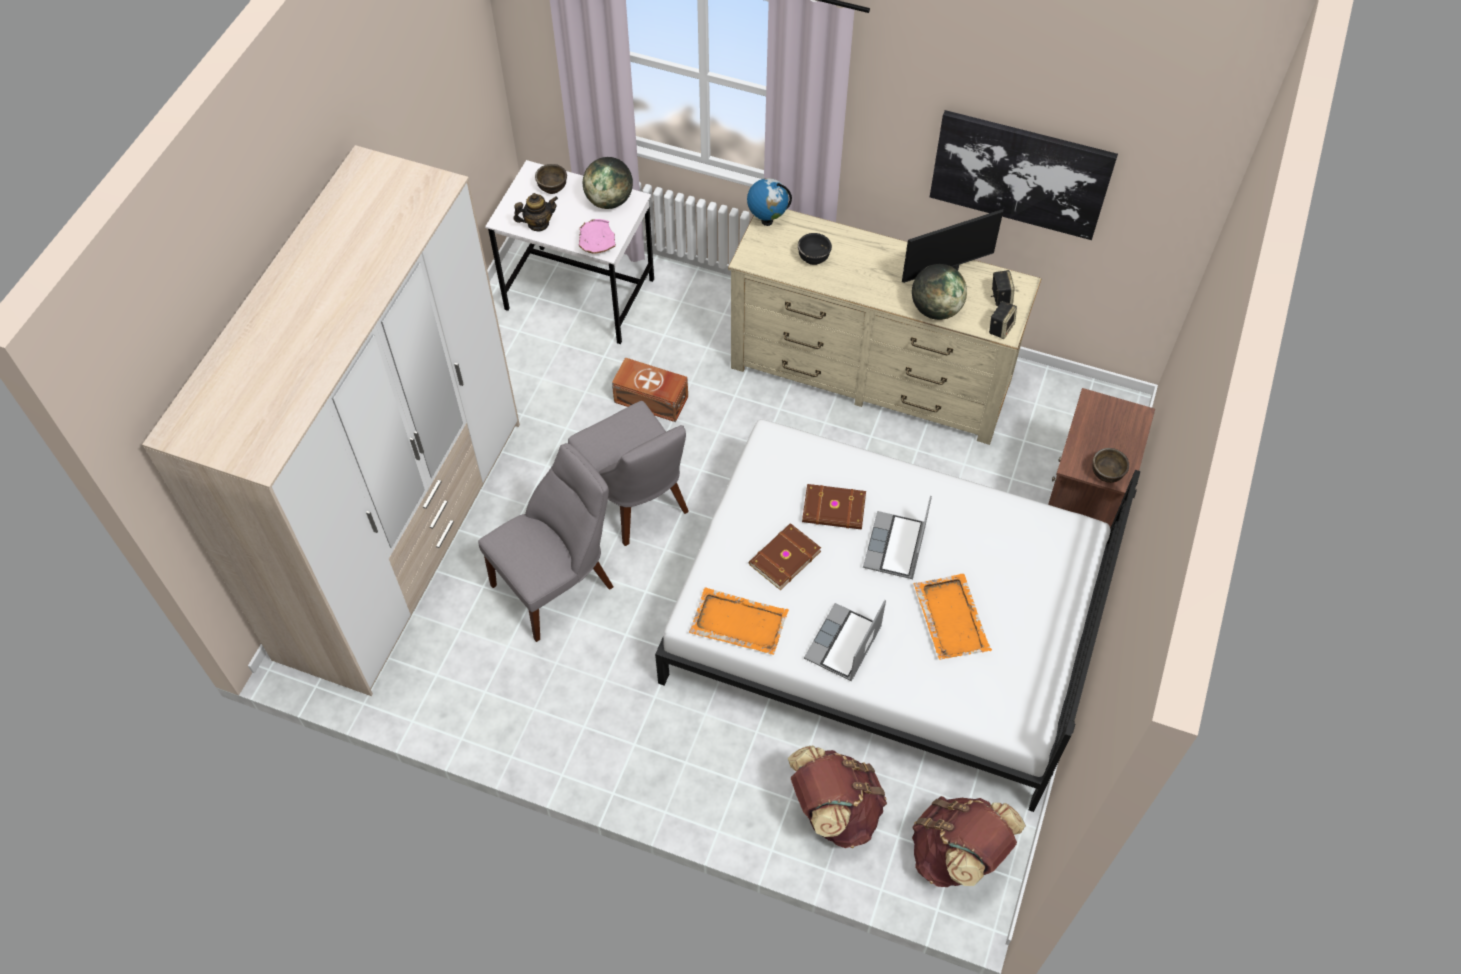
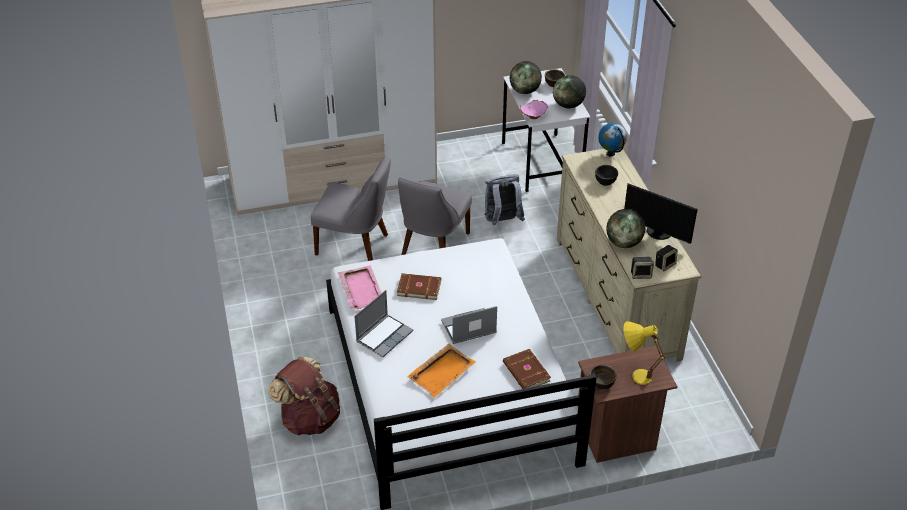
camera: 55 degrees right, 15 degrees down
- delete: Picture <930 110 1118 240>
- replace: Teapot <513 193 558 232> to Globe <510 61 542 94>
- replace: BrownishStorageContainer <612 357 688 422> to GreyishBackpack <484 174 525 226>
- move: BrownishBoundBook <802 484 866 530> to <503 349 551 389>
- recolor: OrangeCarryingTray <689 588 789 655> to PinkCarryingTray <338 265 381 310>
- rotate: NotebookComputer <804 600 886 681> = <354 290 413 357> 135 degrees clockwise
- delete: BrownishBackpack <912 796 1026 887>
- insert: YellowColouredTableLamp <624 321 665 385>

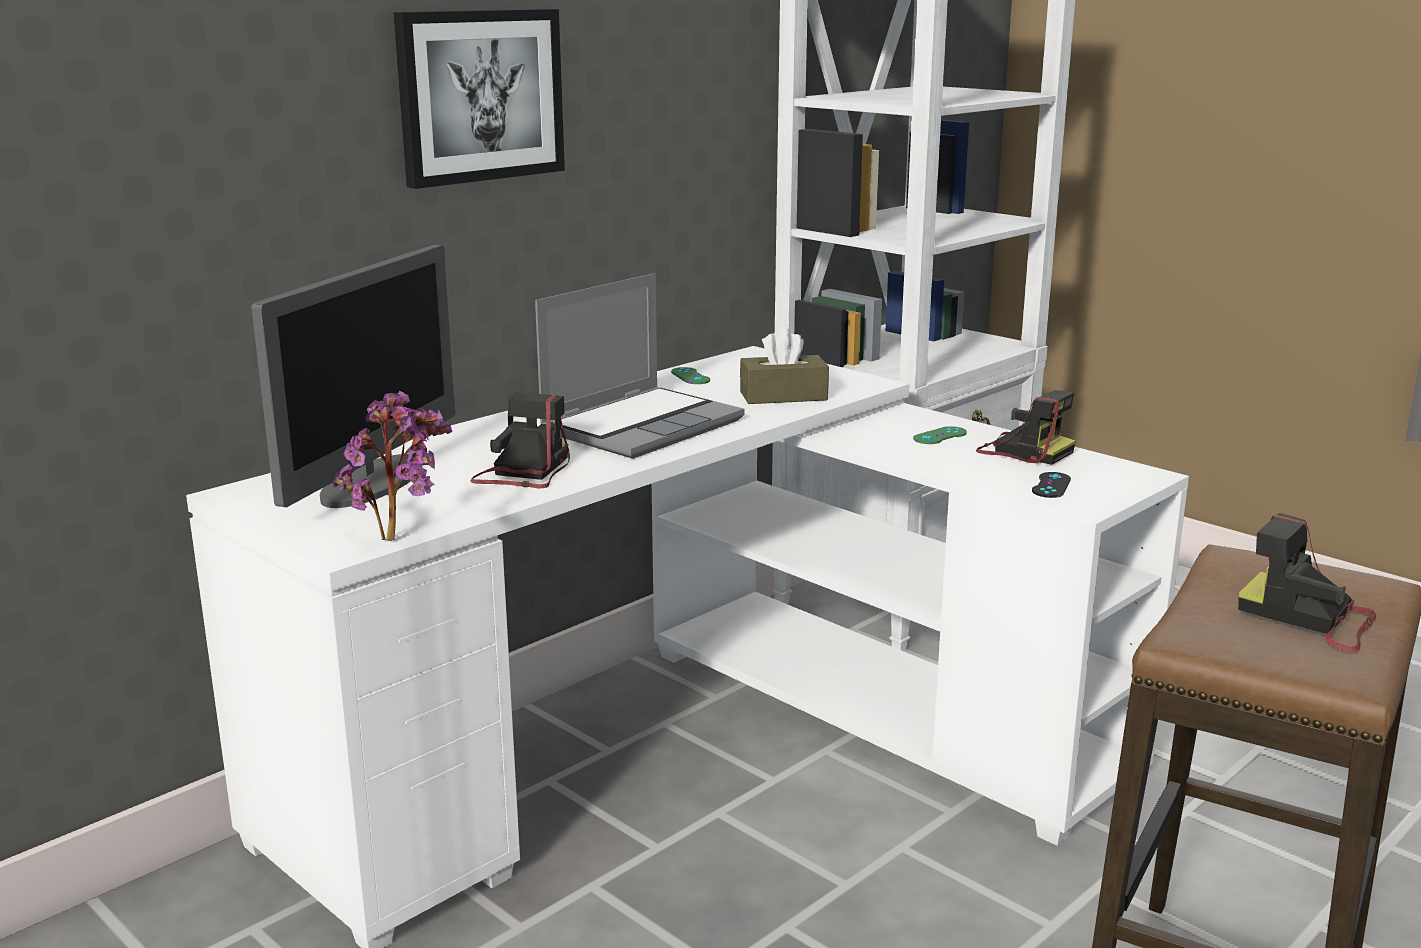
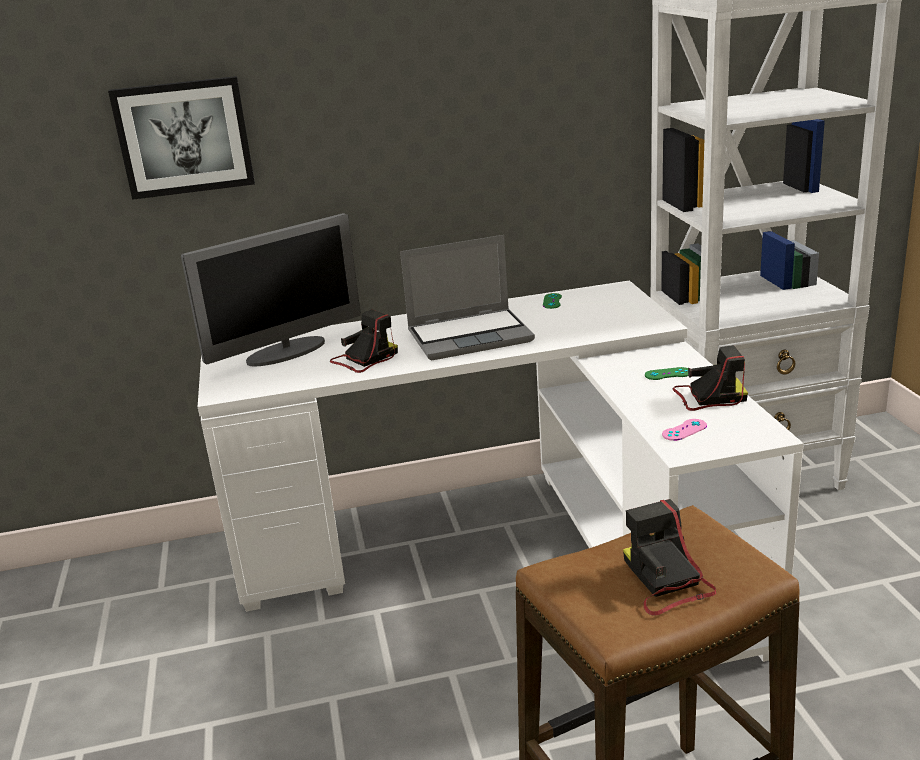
camera: 35 degrees right, 5 degrees up
- move: Picture <394 9 565 189> to <108 76 255 200>
- delete: BrownishTissueBox <740 327 829 404>
- rotate: PhotoCamera <976 390 1076 465> = <673 345 748 411> 75 degrees counterclockwise
- delete: PottedPlant <333 391 452 541>
- recolor: BlackishGamepad <1032 472 1071 498> to PinkGamepad <662 419 707 441>

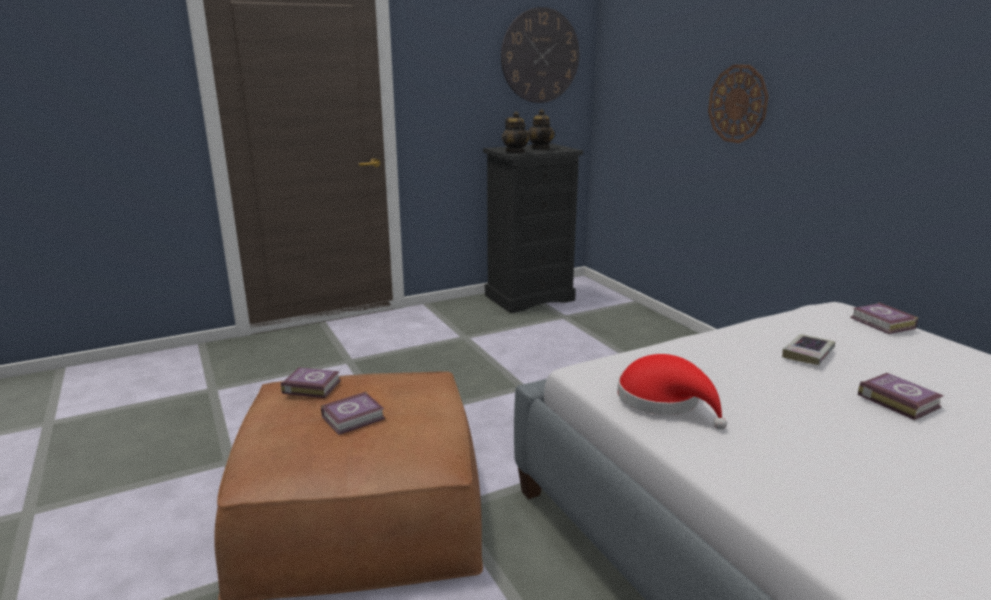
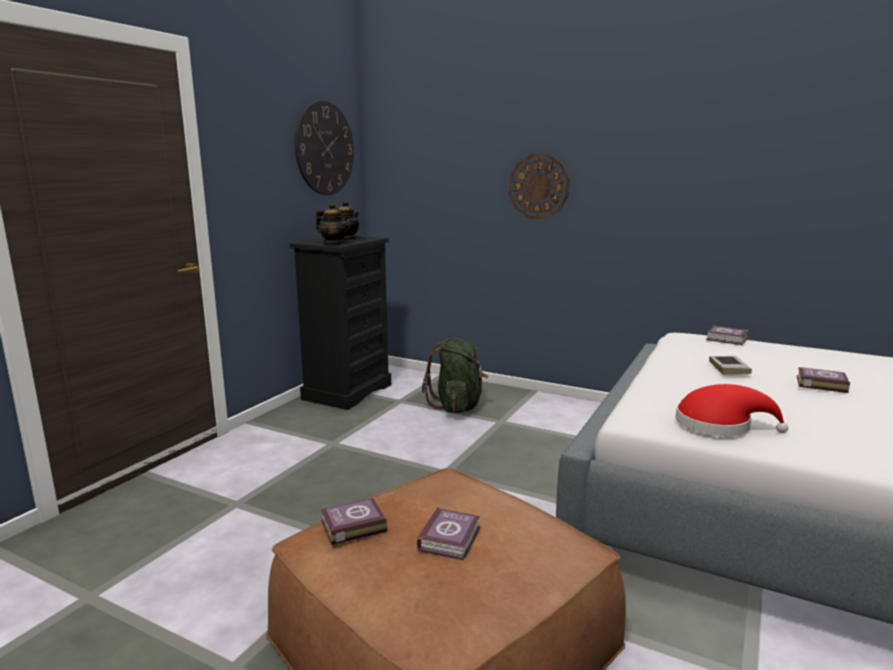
camera: 35 degrees left, 5 degrees down
- insert: GreenishBackpack <422 338 488 413>

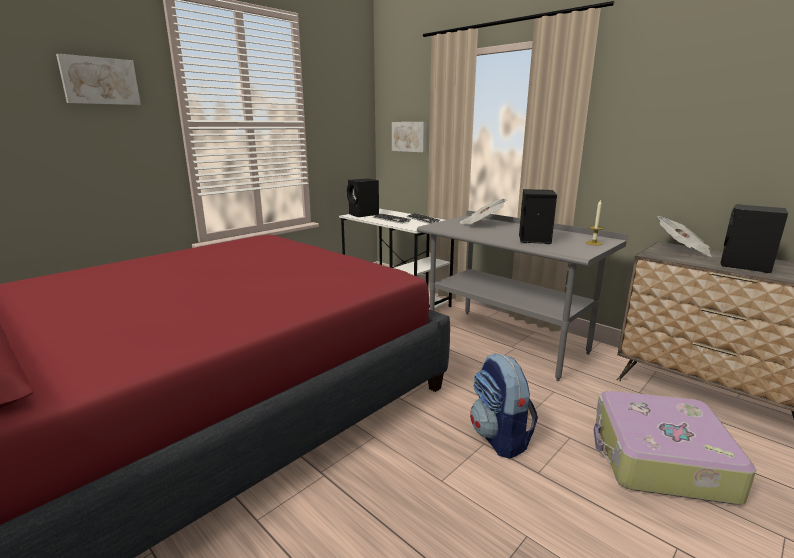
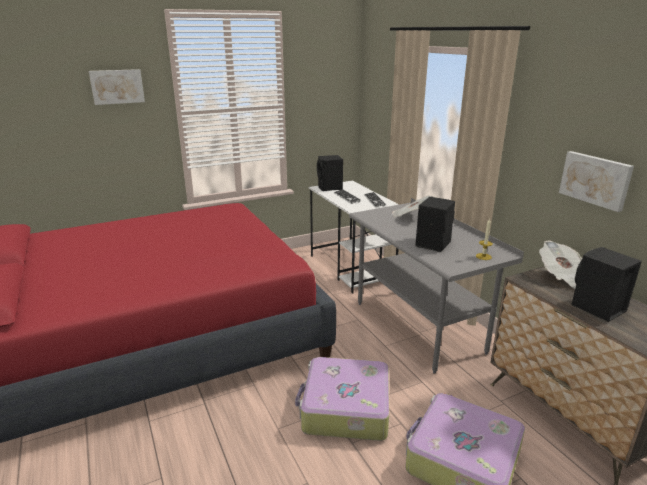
camera: 20 degrees right, 5 degrees up
- move: Picture <392 122 426 152> to <559 151 634 212>
- replace: Backpack <470 353 538 459> to PieceOfLuggage <295 357 389 441>

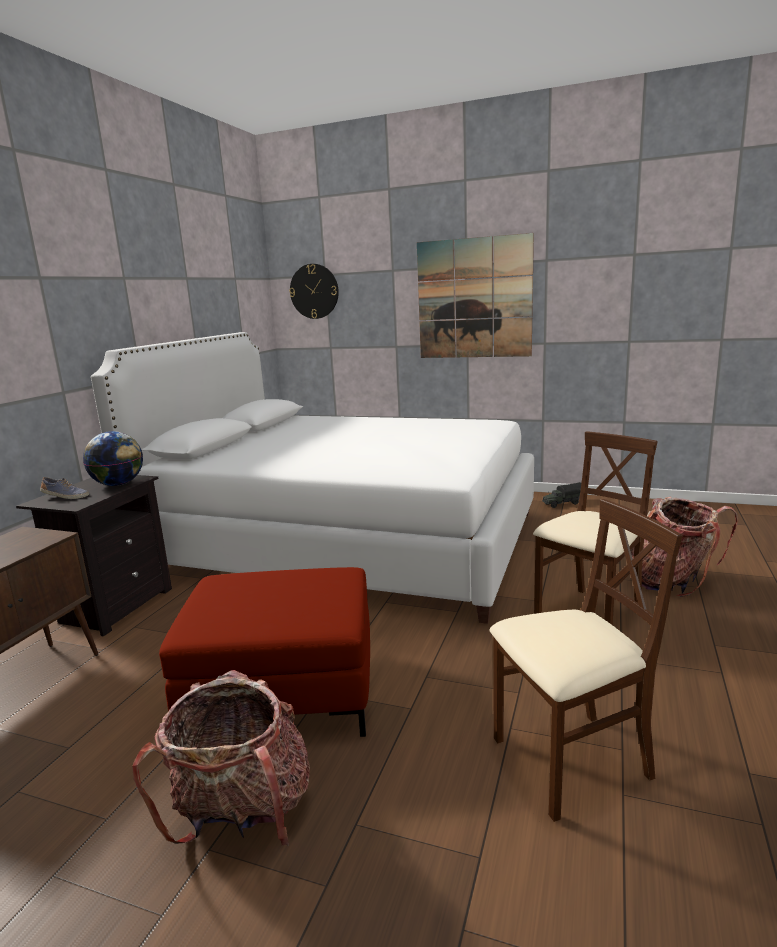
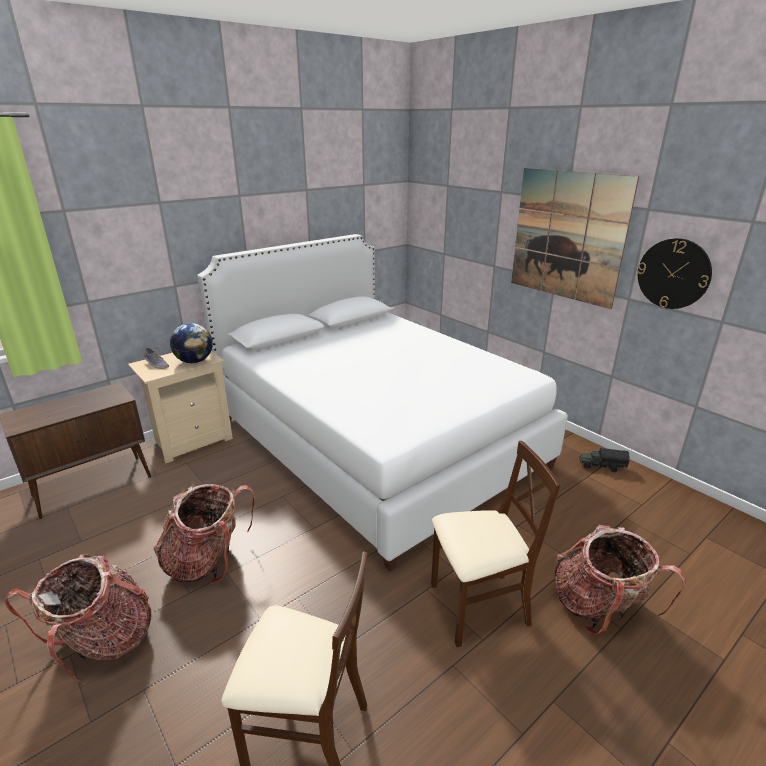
camera: 30 degrees right, 10 degrees up
- move: WallClock <289 264 339 319> to <637 238 712 309>
- recolor: BlackishBedsideTable <16 475 172 637> to SandColouredBedsideTable <128 351 233 463>
- replace: ReddishPouffe <159 567 370 737> to Backpack <153 484 255 584>

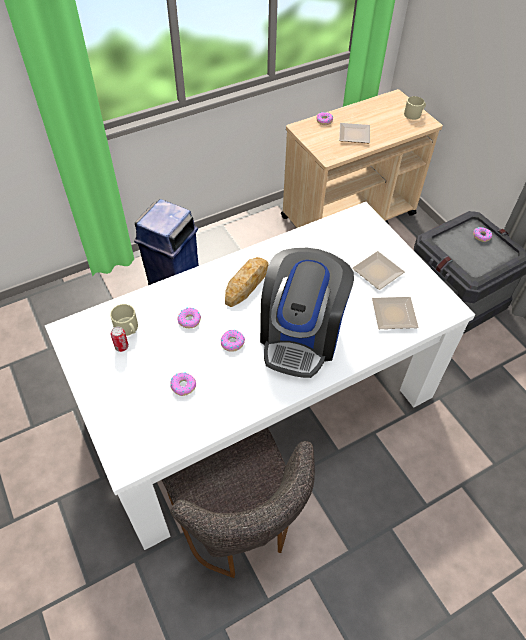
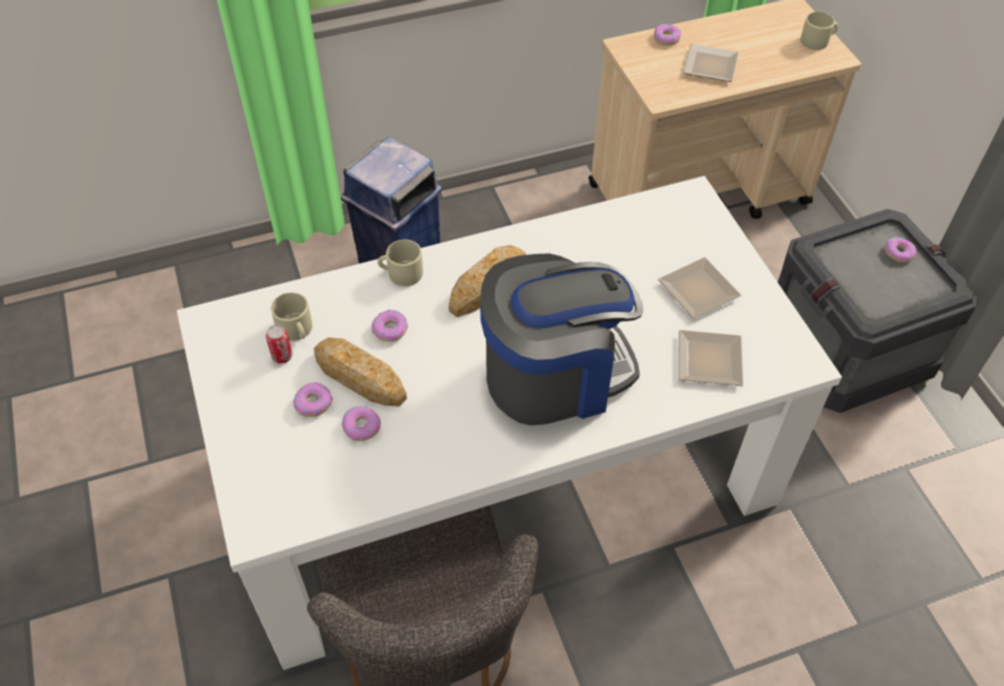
camera: 10 degrees right, 0 degrees up
- rotate: CoffeeMaker <260 248 354 378> = <480 253 643 425> 135 degrees counterclockwise
- move: Donut <221 330 245 352> to <293 383 333 417>
- insert: SandColouredCoffeeMug <378 240 423 286>
- insert: BakedBread <314 337 407 407>

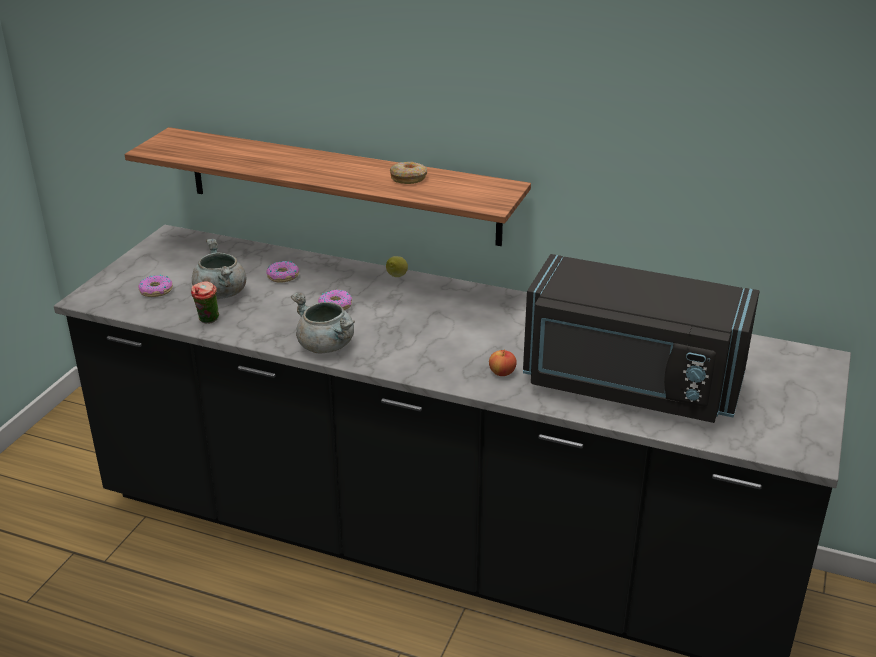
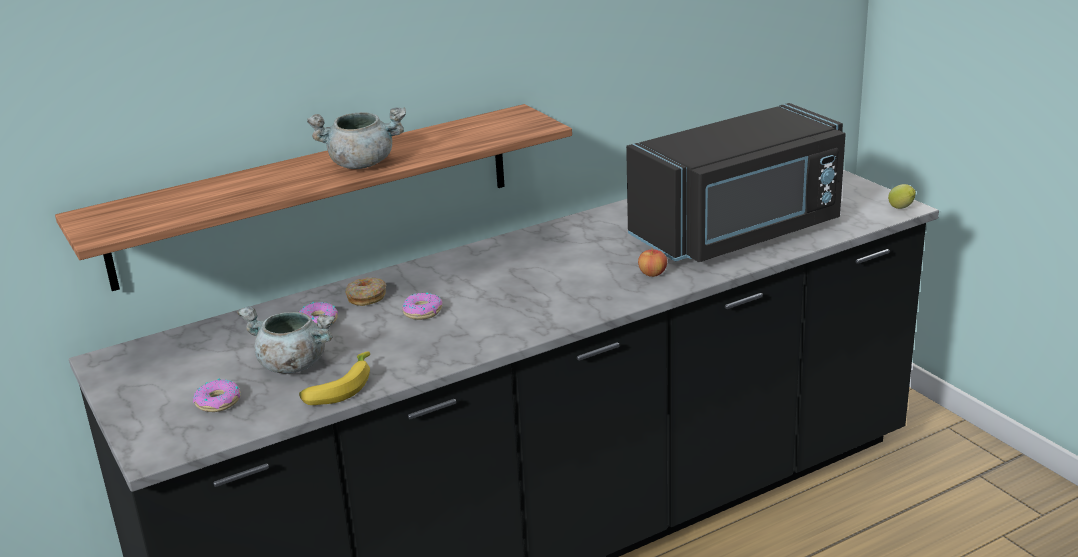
camera: 50 degrees left, 5 degrees down
- move: Donut <390 162 427 184> to <345 277 387 306>
- move: Lemon <386 256 408 277> to <888 184 916 209>
- replace: DrinkingCup <191 281 219 324> to WholeBanana <299 351 370 405>
- move: GreyishSaucepot <291 293 355 353> to <307 107 406 169>

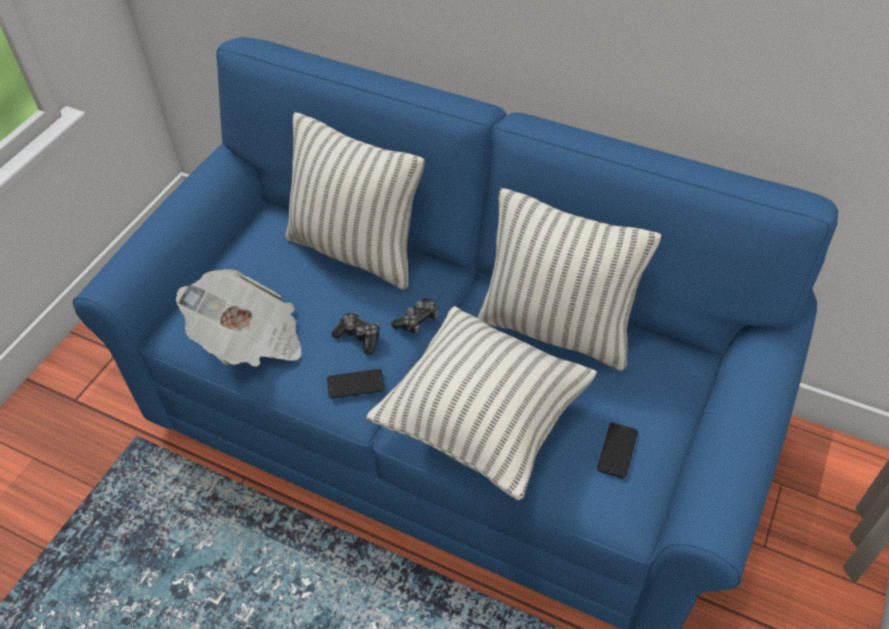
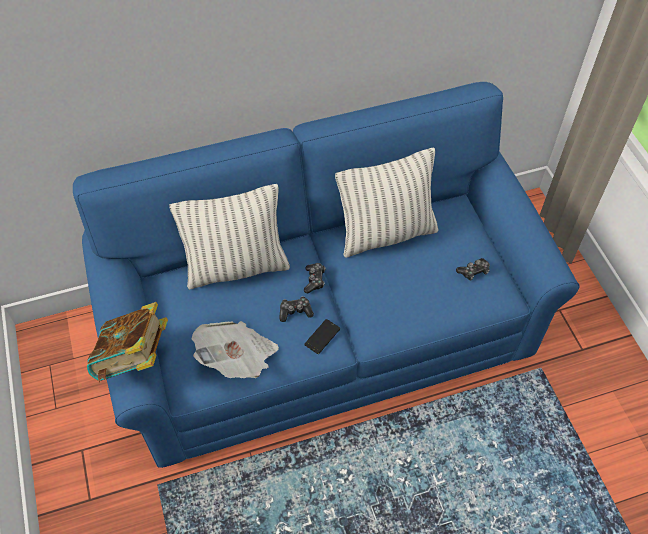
camera: 45 degrees left, 5 degrees up
- delete: ThrowPillow <366 306 597 500>
- replace: Phone <597 423 638 479> to Gamepad <456 258 490 280>
- insert: BoundBook <87 302 168 382>

